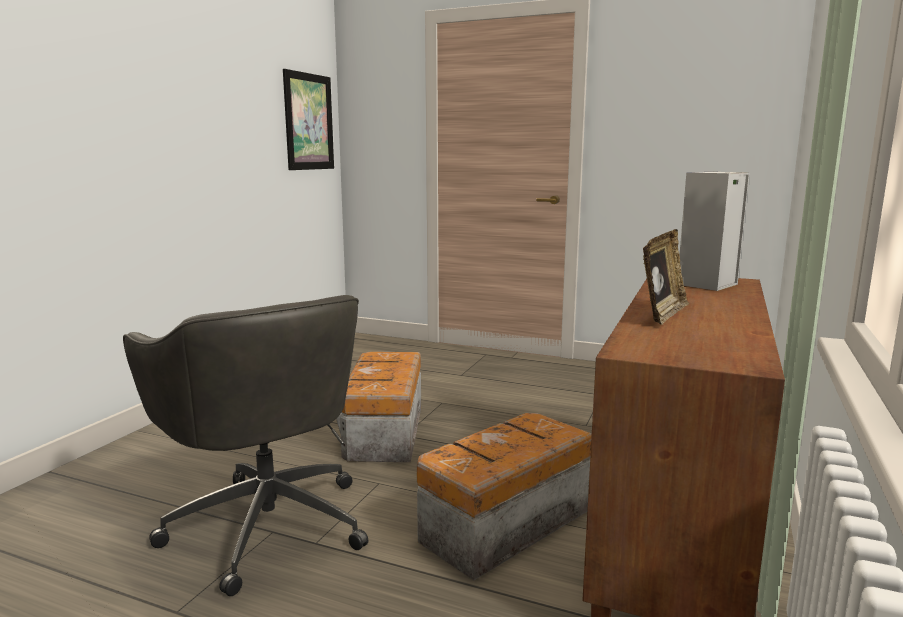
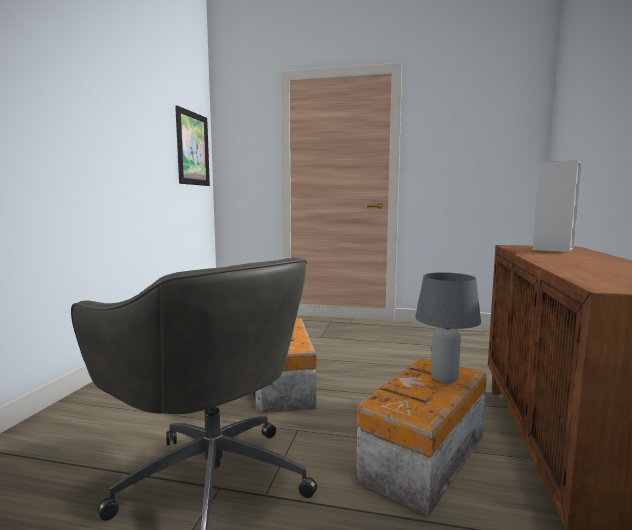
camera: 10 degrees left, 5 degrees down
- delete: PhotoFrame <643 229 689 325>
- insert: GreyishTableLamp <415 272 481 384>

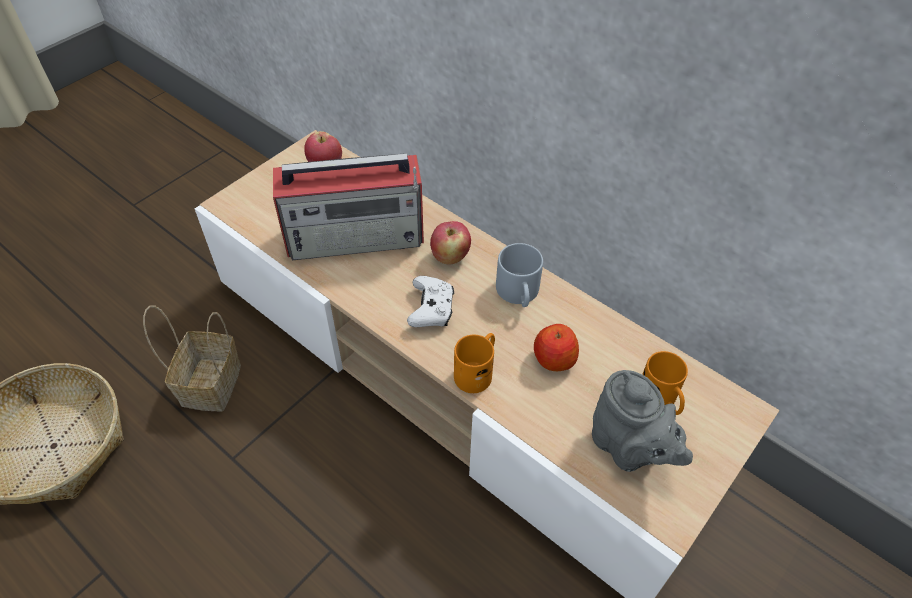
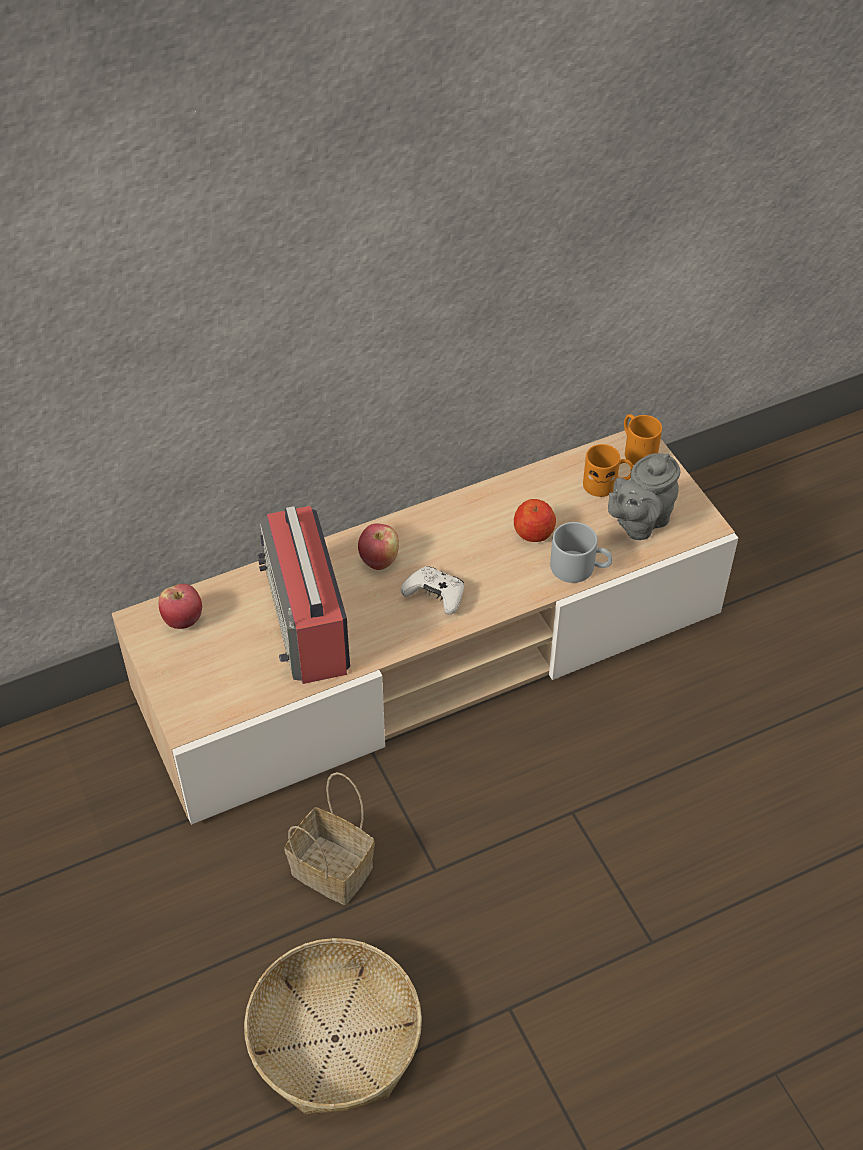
camera: 65 degrees left, 0 degrees up
- rotate: RadioSet <273 153 424 260> = <257 506 350 684> 150 degrees clockwise
- move: GreyishCoffeeMug <496 243 543 307> to <550 522 612 583>
- move: OrangeCoffeeMug <454 333 495 393> to <624 414 662 465>
- rotate: GreyishTeapot <592 370 693 472> = <608 453 680 540> 150 degrees clockwise

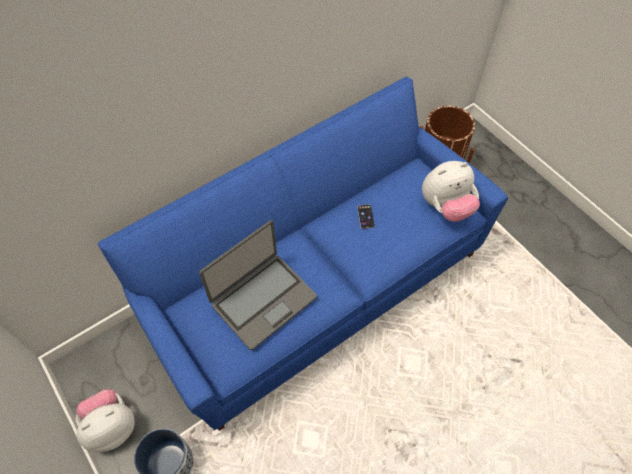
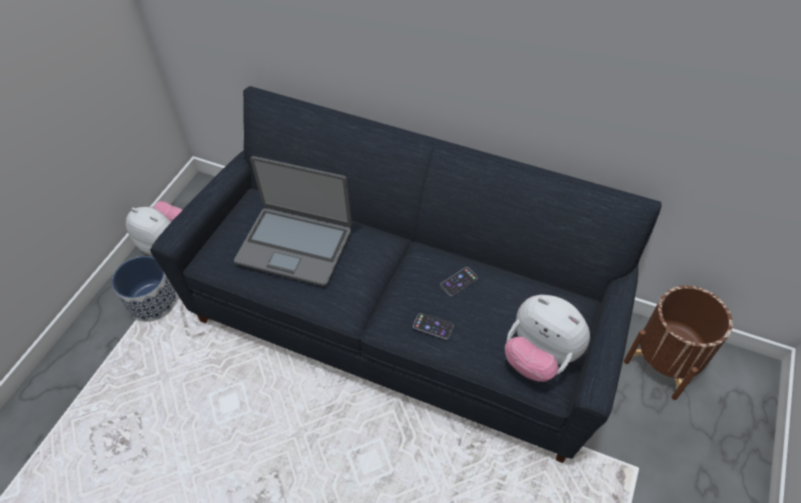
camera: 60 degrees right, 5 degrees down
- recolor: BluishSettee <98 77 508 431> to BlackishSettee <150 86 662 463>
- insert: Phone <413 313 454 340>

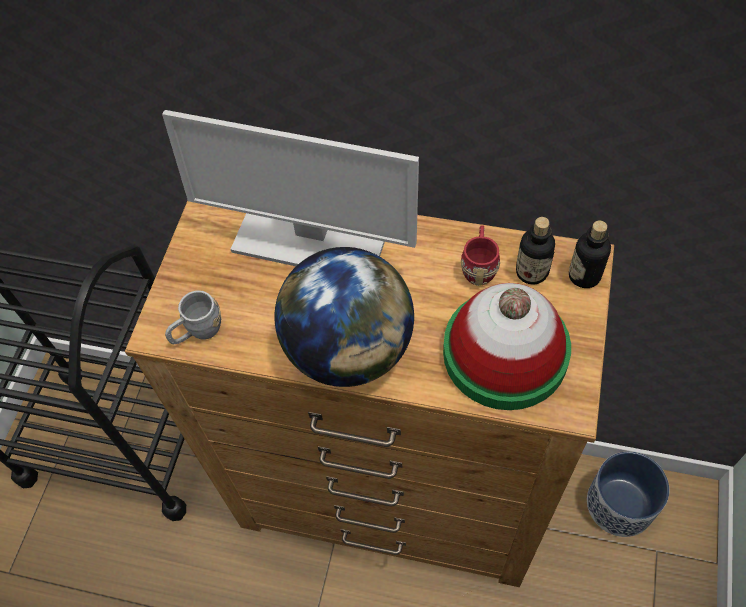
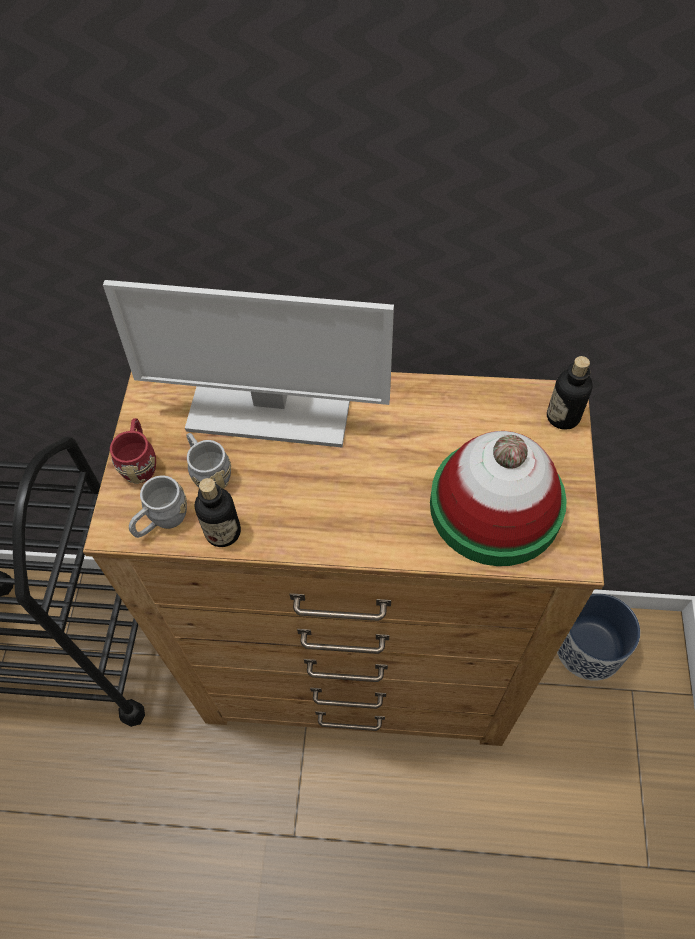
camera: 10 degrees left, 0 degrees up
- move: BeverageBottle <516 217 555 285> to <195 478 241 547>
- move: ReddishCoffeeMug <461 225 500 286> to <110 418 156 484>
- delete: Globe <275 247 414 387>
- insert: GreyishCoffeeMug <186 433 231 489>

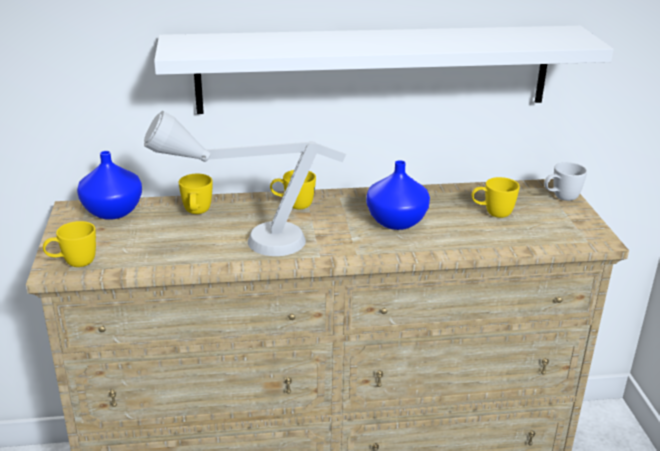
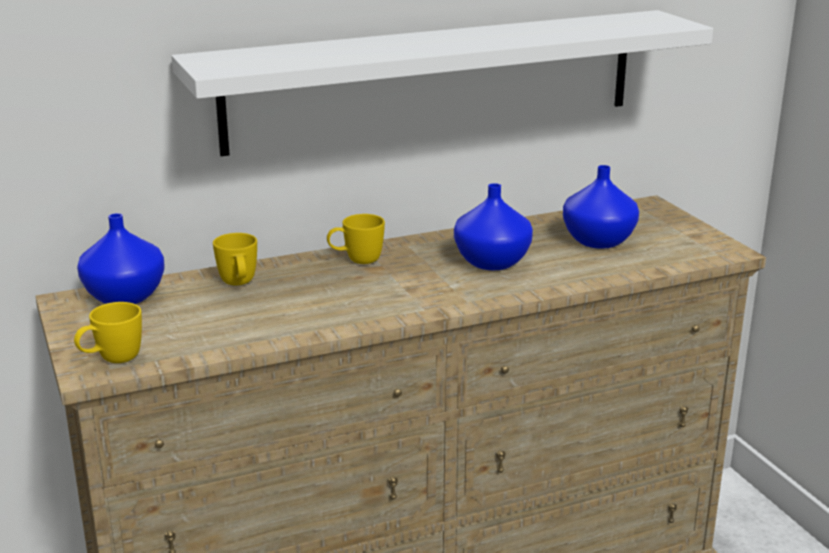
camera: 15 degrees left, 5 degrees down
- delete: GreyishTableLamp <144 111 346 256>
- delete: WhitishCoffeeMug <544 162 587 201>
- replace: YellowColouredCoffeeMug <472 177 520 218> to BluishFlowerVase <563 165 639 249>

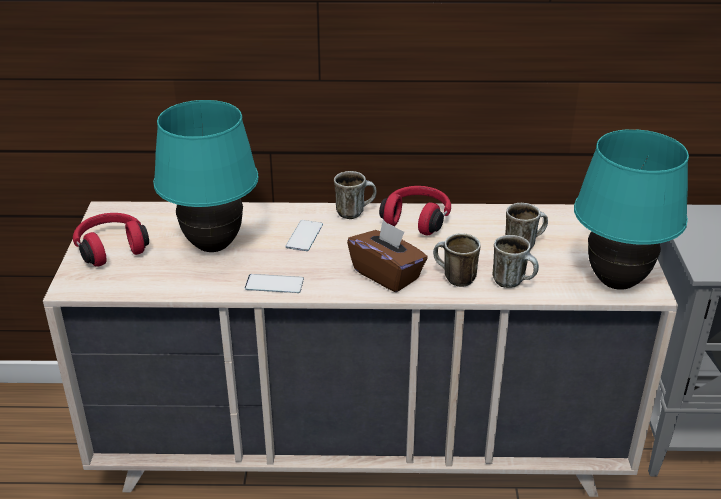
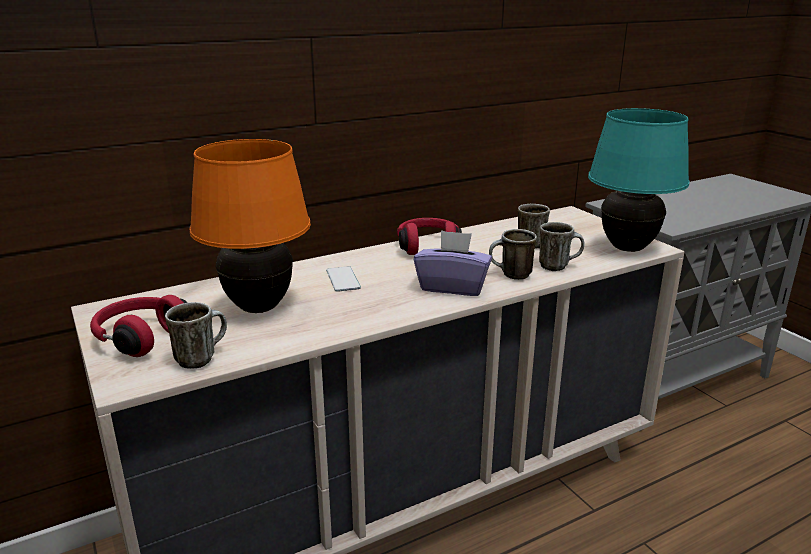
camera: 30 degrees left, 10 degrees down
- recolor: BlueGreenTableLamp <153 100 259 252> to OrangeTableLamp <189 139 311 313>
- move: CoffeeMug <334 171 377 219> to <165 302 227 369>
- recolor: BrownishTissueBox <347 220 428 292> to PurpleColouredTissueBox <414 230 492 296>
- delete: Phone <245 274 304 293>

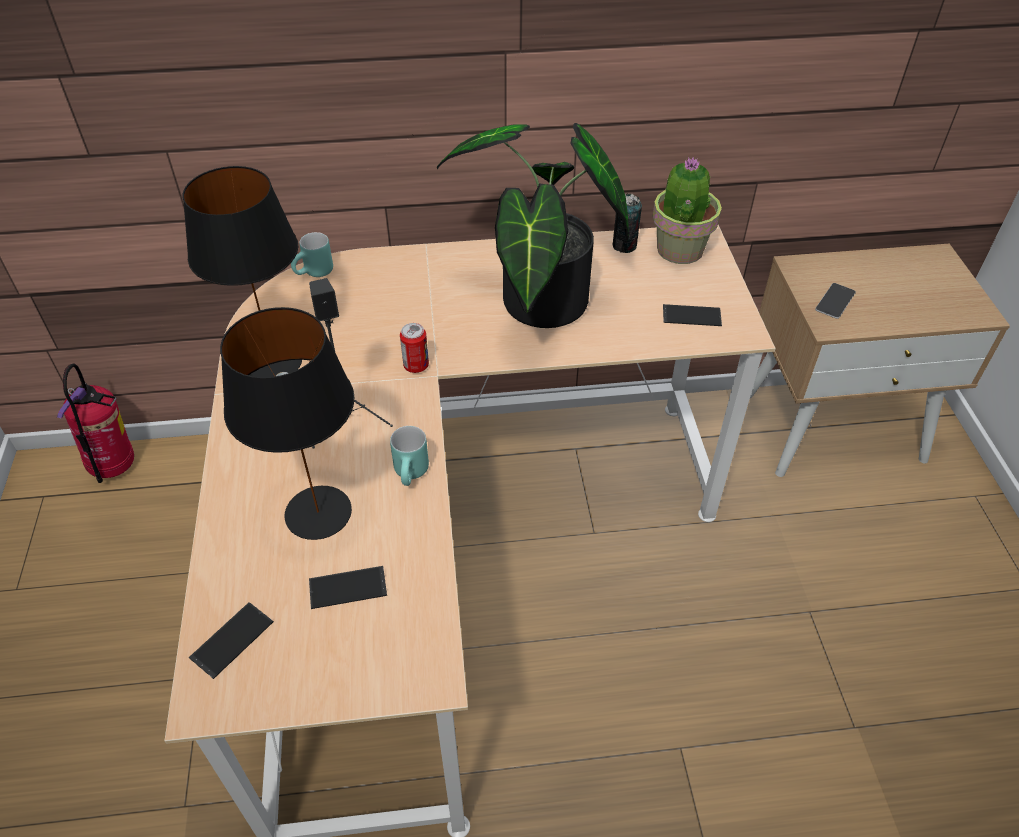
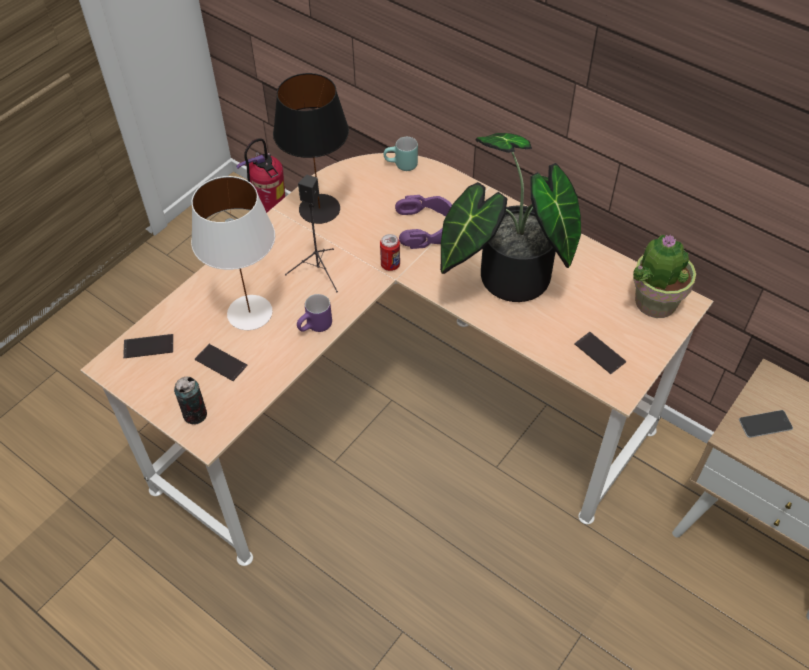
camera: 45 degrees right, 5 degrees up
- move: SealedCan <613 193 642 253> to <174 376 207 424>
- recolor: BlackishTableLamp <220 307 354 540> to WhitishTableLamp <191 176 275 330>
- recolor: BlueGreenCoffeeMug <390 426 429 486> to PurpleColouredCoffeeMug <297 294 332 332>
- insert: PurpleColouredPairOfHeadphones <395 195 452 249>

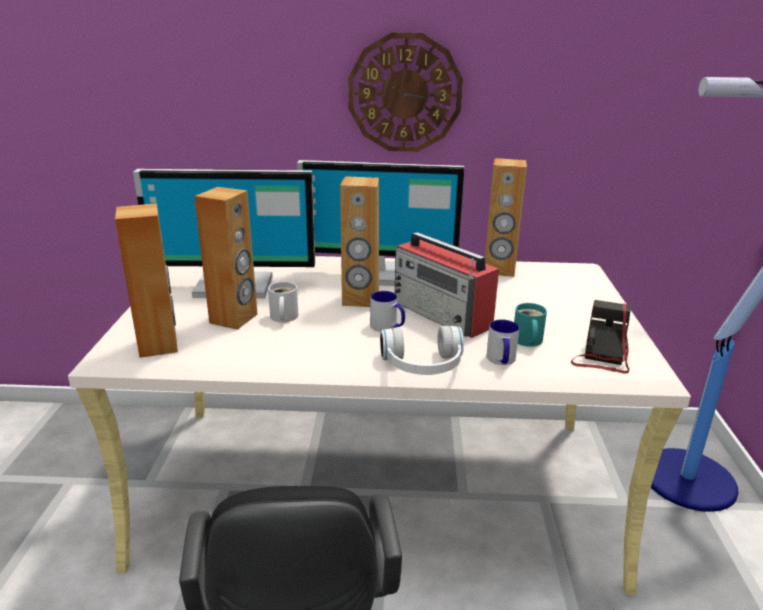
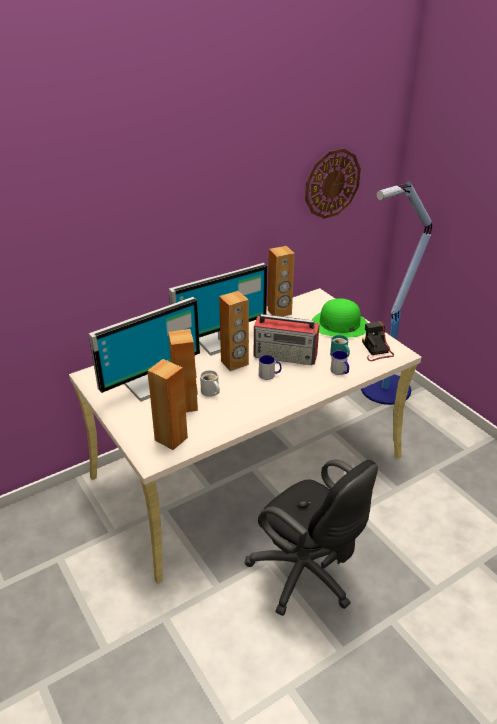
camera: 35 degrees left, 10 degrees up
- move: WallClock <348 32 463 152> to <305 148 361 219>
- delete: WhitishPairOfHeadphones <380 326 464 375>
- insert: GreenishHat <312 298 367 337>

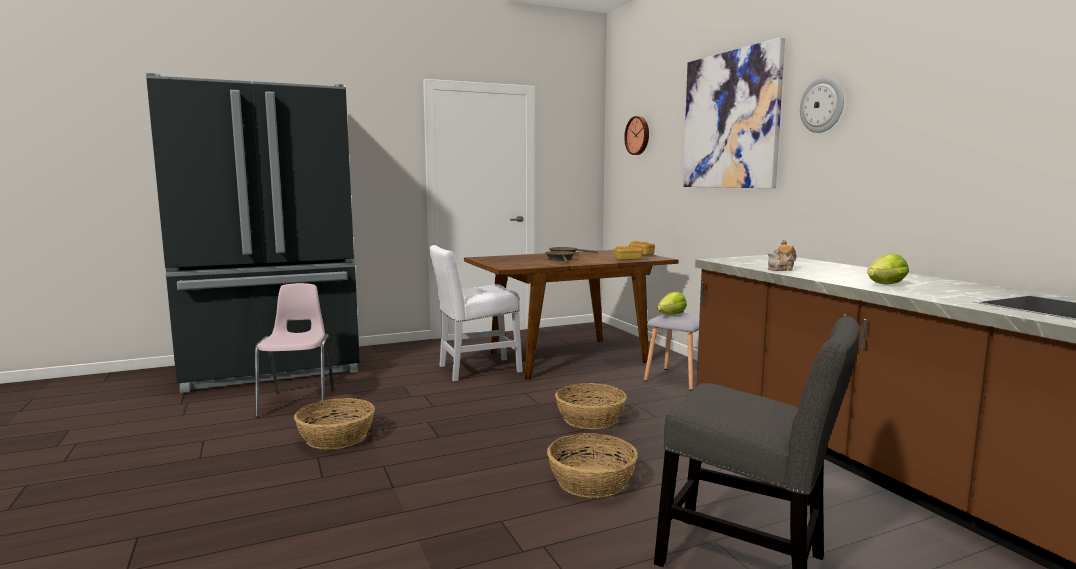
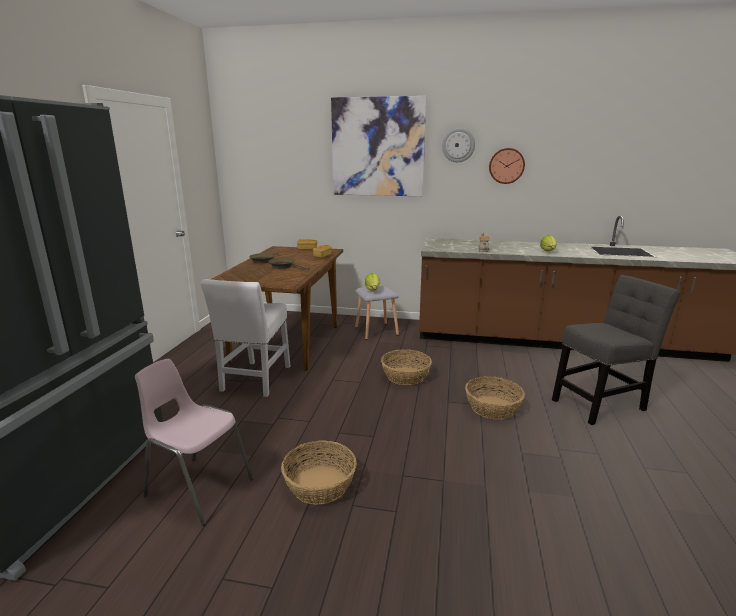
camera: 55 degrees left, 10 degrees up
- move: WallClock <624 116 649 155> to <489 148 525 184>

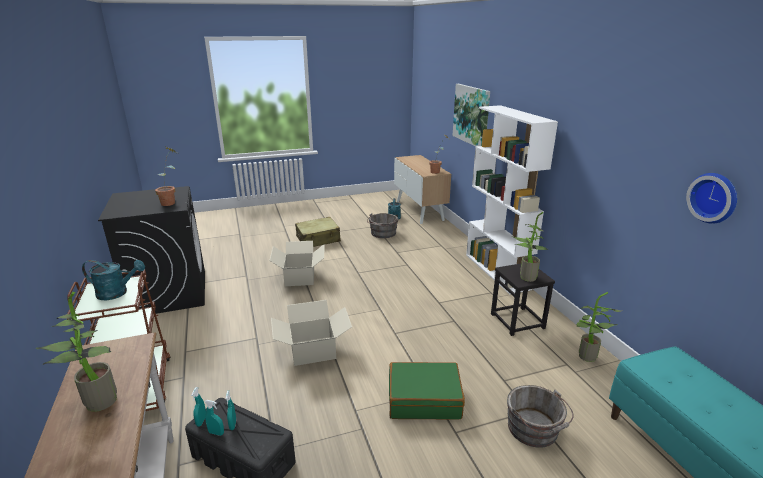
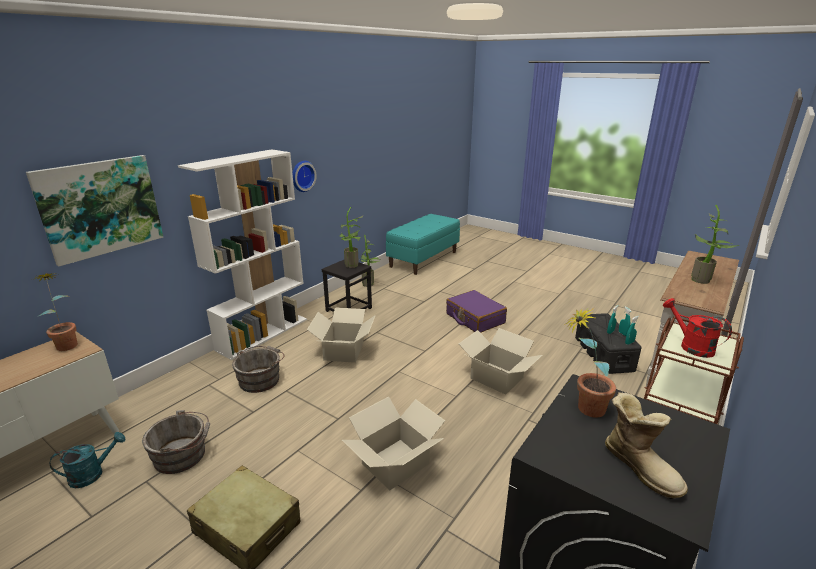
camera: 125 degrees left, 0 degrees up
- move: WallClock <686 173 737 224> to <292 161 317 192>
- recolor: BlueGreenWateringCan <82 260 145 300> to ReddishWateringCan <663 298 732 358>
- recolor: GreenishPieceOfLuggage <389 362 465 420> to PurpleColouredPieceOfLuggage <446 290 507 333>
- move: GreyishPail <507 385 574 448> to <232 346 285 393>
- insert: CardboardBox <307 307 376 363>
- insert: TallBoot <605 392 688 499>

